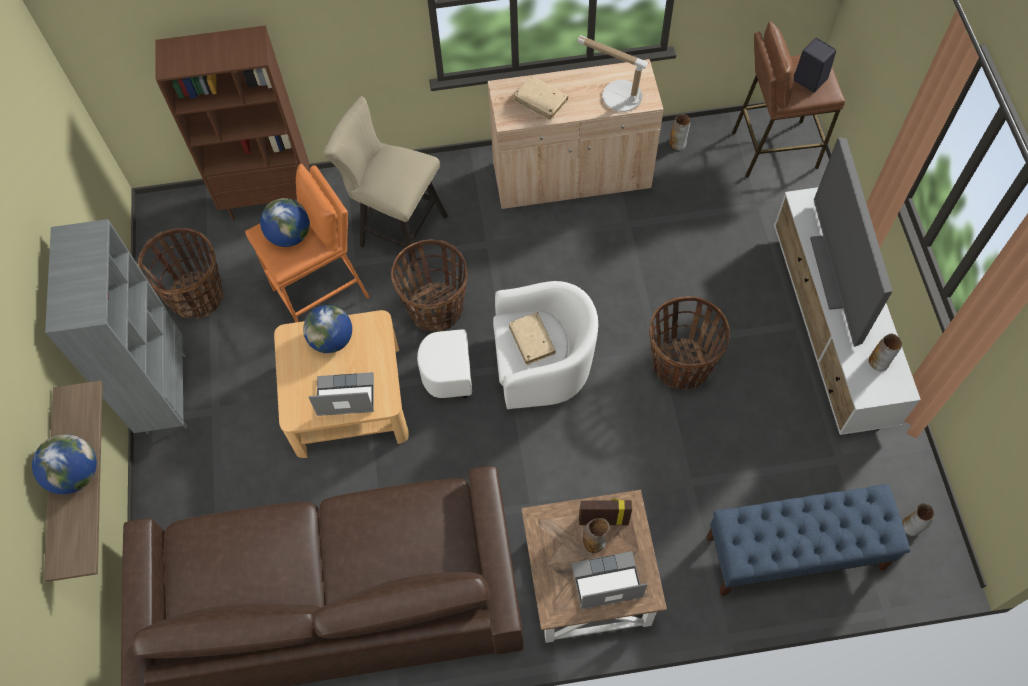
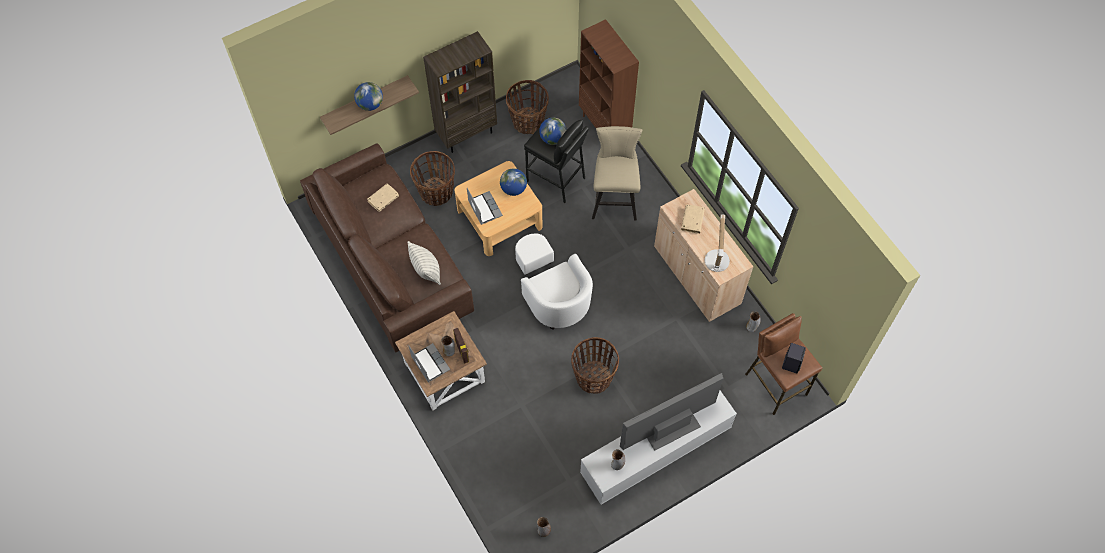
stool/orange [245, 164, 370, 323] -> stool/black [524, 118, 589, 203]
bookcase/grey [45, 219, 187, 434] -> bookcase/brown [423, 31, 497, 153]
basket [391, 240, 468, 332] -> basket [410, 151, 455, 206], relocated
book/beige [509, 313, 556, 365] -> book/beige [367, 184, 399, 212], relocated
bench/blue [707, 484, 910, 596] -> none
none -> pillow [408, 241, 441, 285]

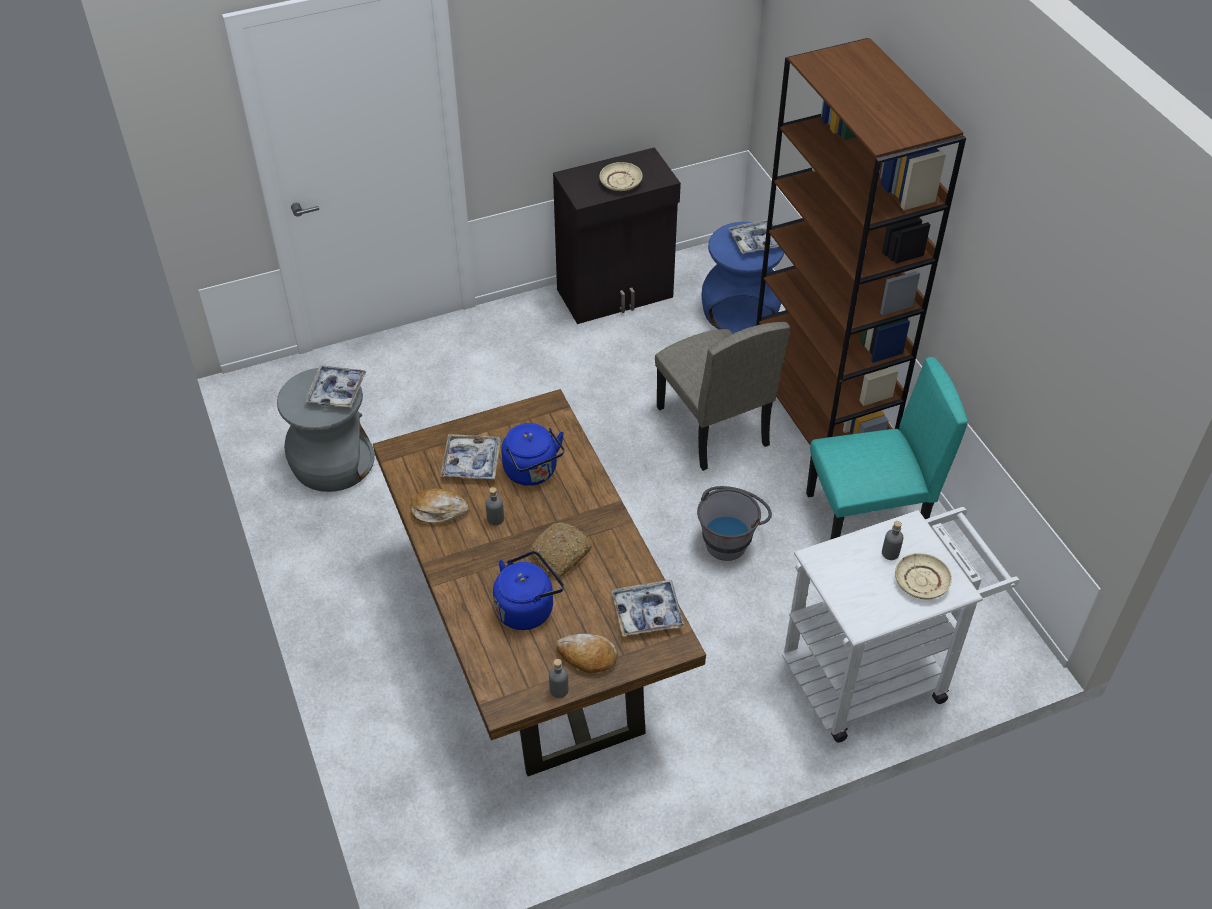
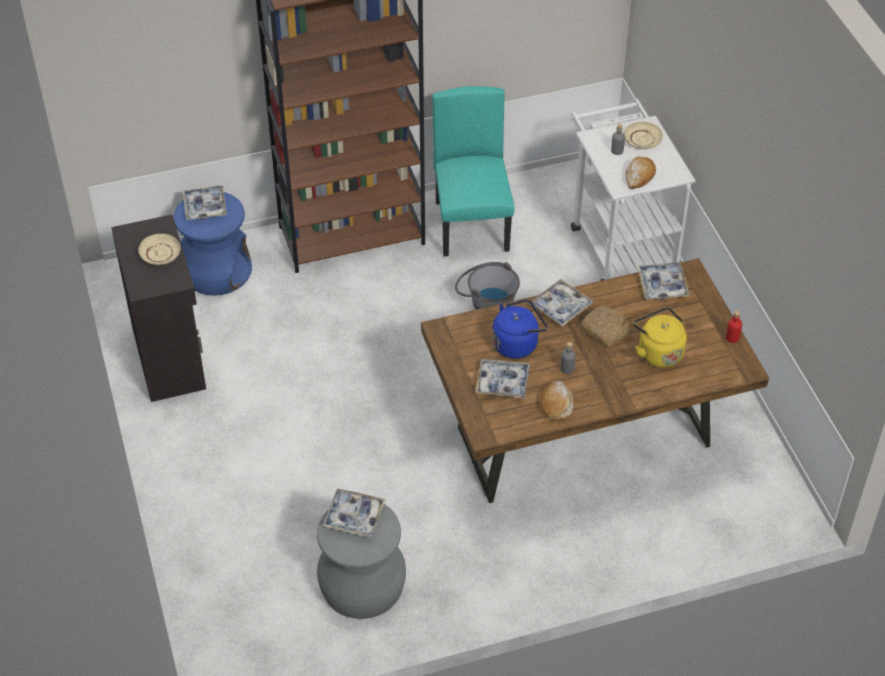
chair/beige [655, 322, 790, 471] -> none
kettle/blue [493, 551, 564, 630] -> kettle/yellow [633, 307, 687, 368]
bread [556, 634, 618, 673] -> bread [625, 157, 656, 189], relocated
bottle/grey [549, 659, 568, 698] -> bottle/red [726, 311, 742, 343]
none -> tray [531, 279, 593, 326]

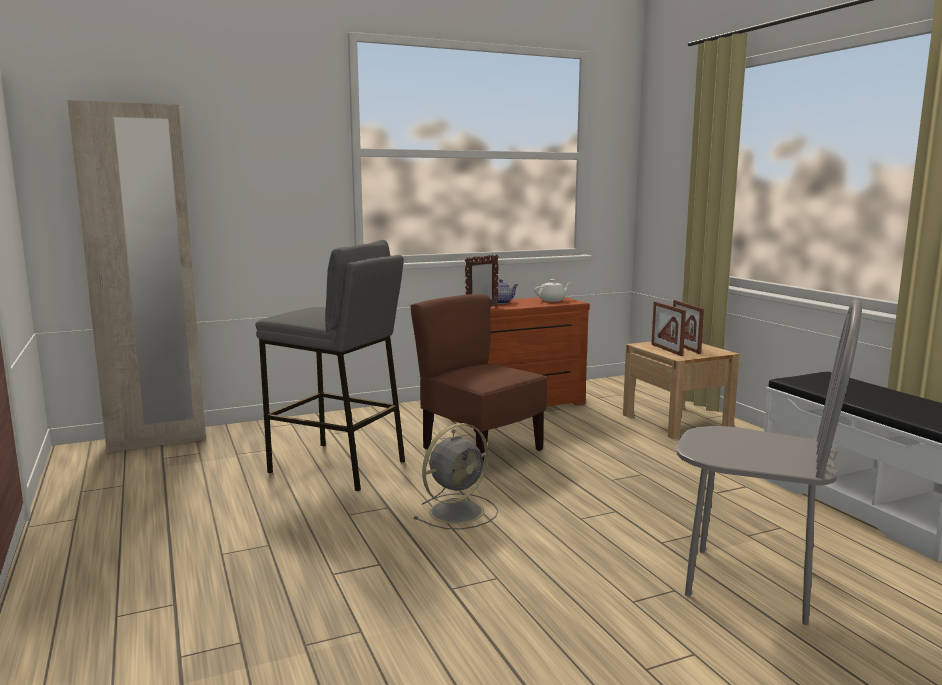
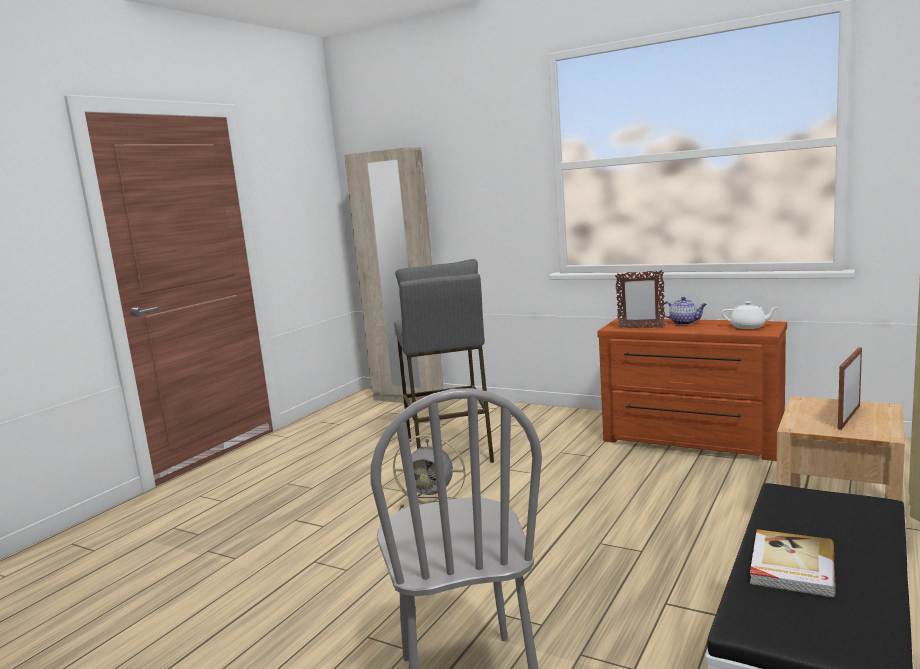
chair/brown [410, 294, 547, 463] -> none
picture frame [651, 301, 686, 356] -> none
none -> book [750, 529, 836, 598]

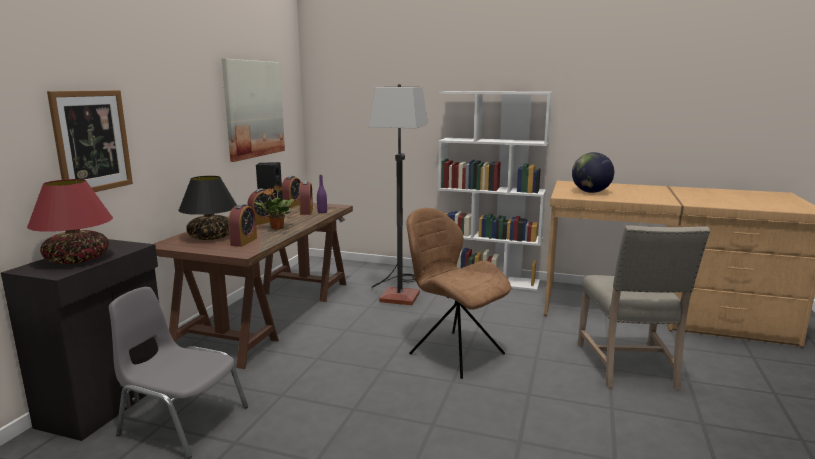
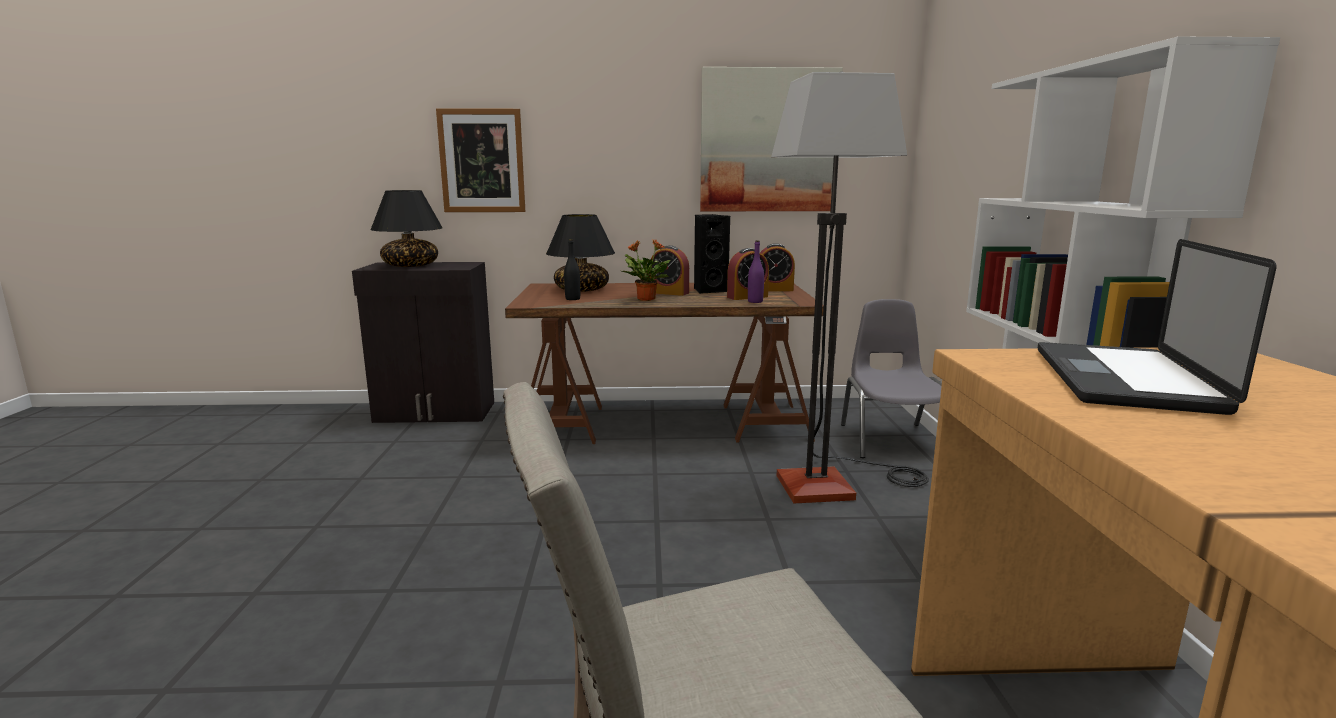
globe [572, 152, 614, 193] -> laptop [1038, 239, 1277, 415]
table lamp/red [27, 179, 113, 264] -> table lamp/black [370, 190, 443, 267]
alarm clock [228, 204, 257, 247] -> bottle/black [564, 239, 580, 300]
chair/brown [406, 208, 511, 379] -> none
chair/grey [109, 287, 248, 459] -> chair/grey [841, 299, 942, 458], relocated

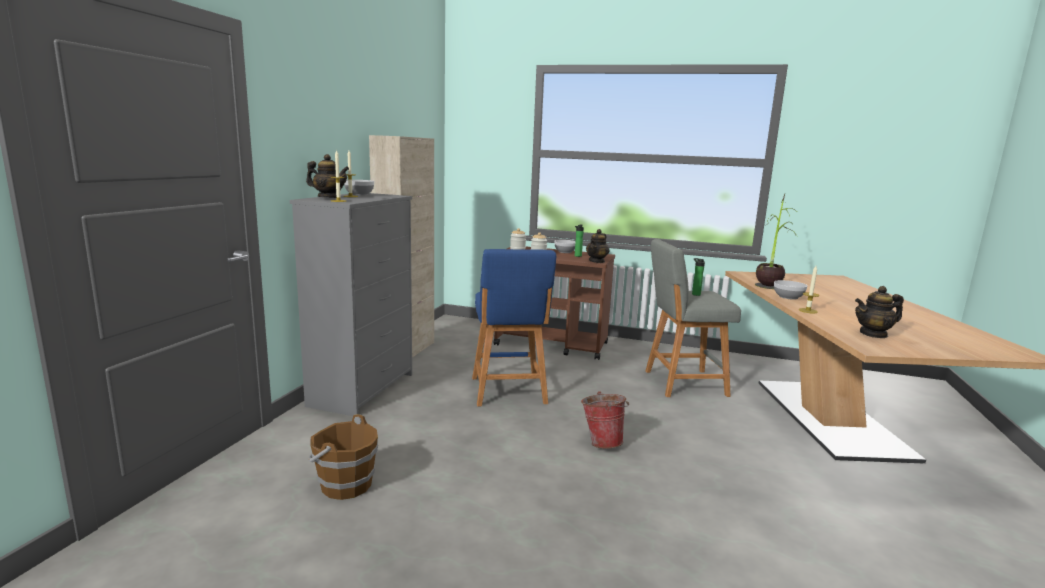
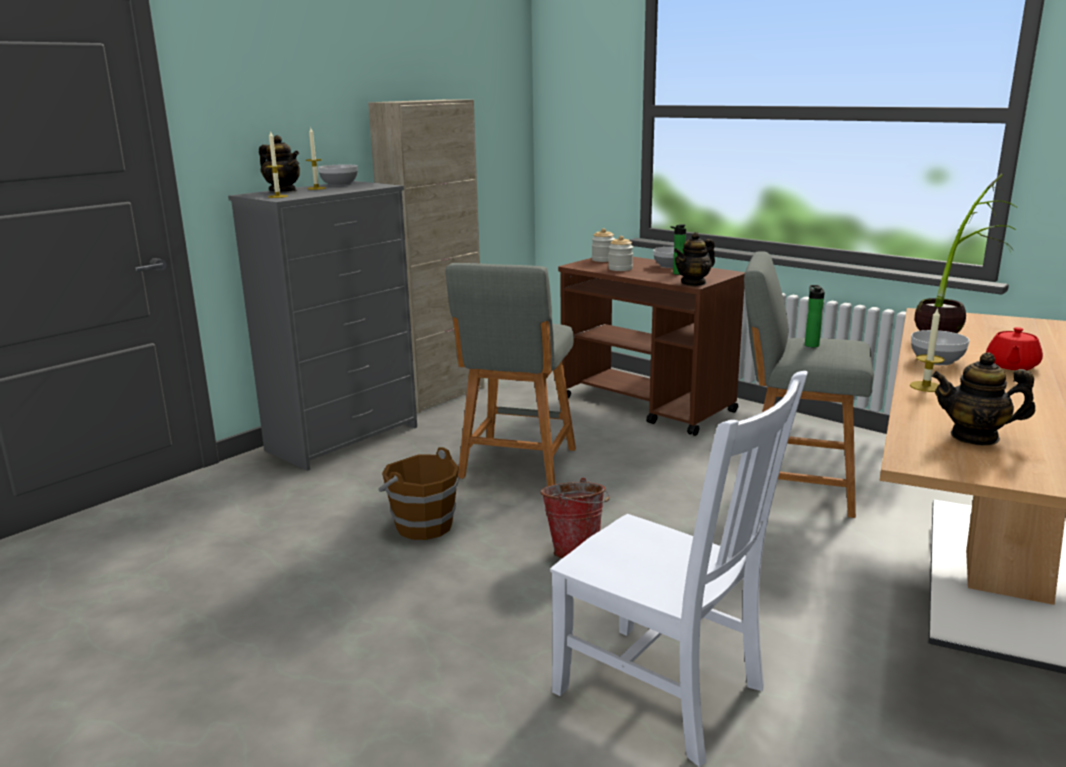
stool/blue [472, 249, 556, 406] -> stool/grey [445, 263, 576, 487]
bucket/brown [308, 414, 378, 500] -> bucket/brown [378, 447, 459, 540], relocated
none -> teapot/red [986, 327, 1043, 370]
none -> chair/white [550, 371, 808, 767]

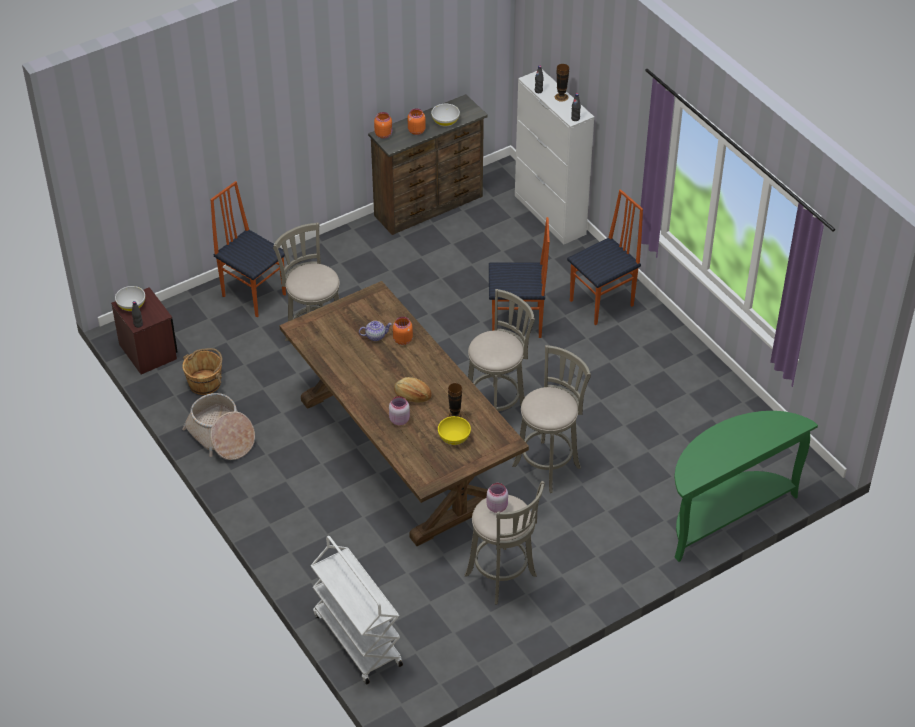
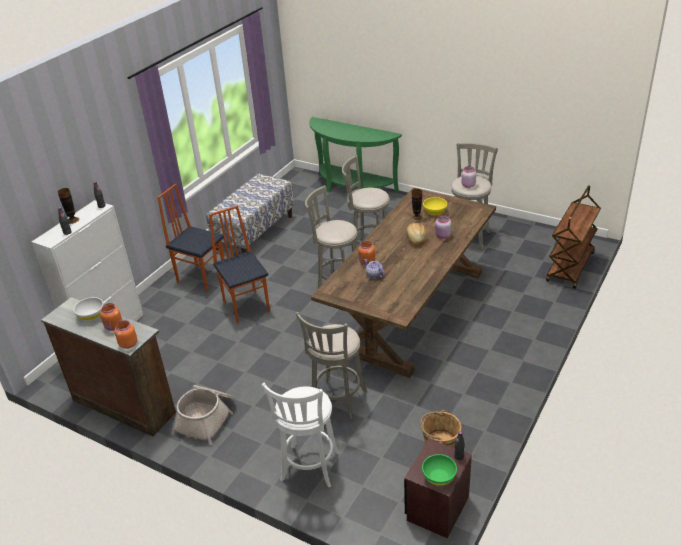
chair [210, 181, 286, 317] -> stool/white [262, 383, 340, 487]
bowl/white [115, 286, 145, 311] -> bowl/green [422, 454, 457, 486]
basket [182, 393, 255, 460] -> basket [171, 385, 235, 446], relocated
cart/white [311, 536, 403, 684] -> cart/brown [546, 185, 601, 289]
none -> bench [206, 173, 294, 253]

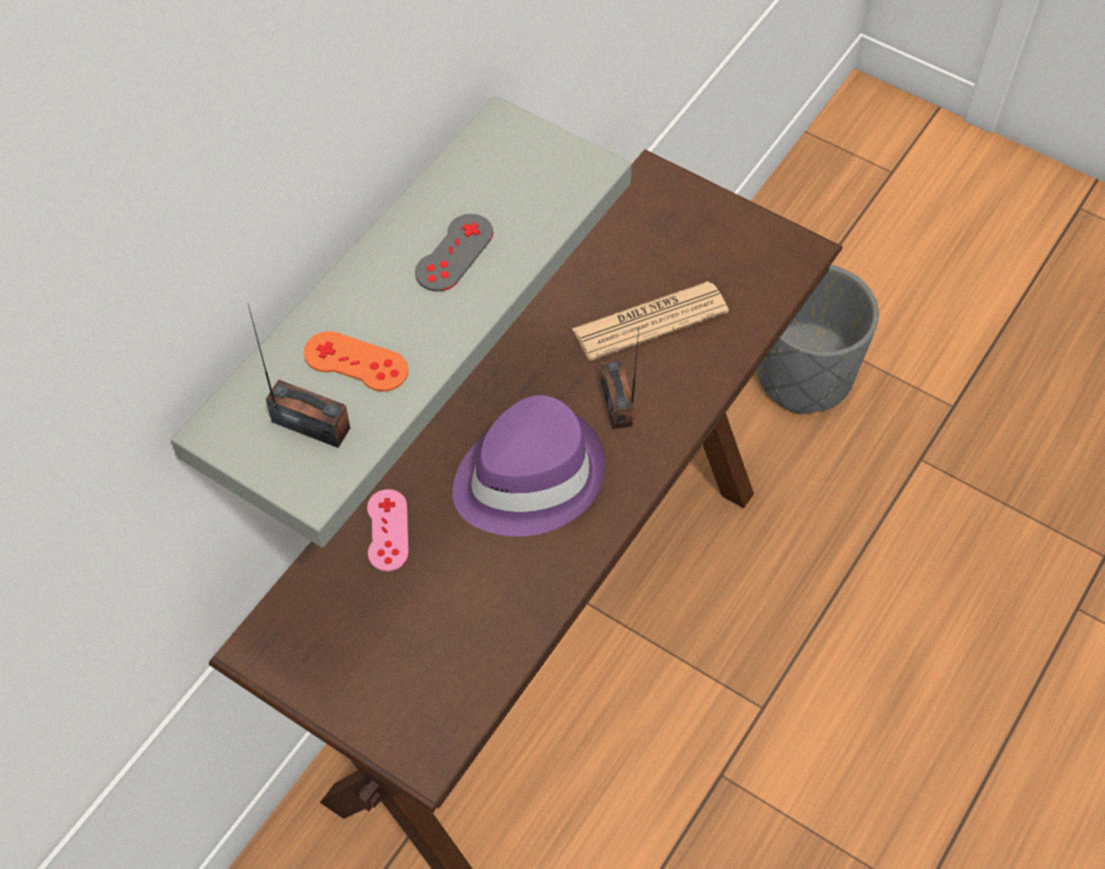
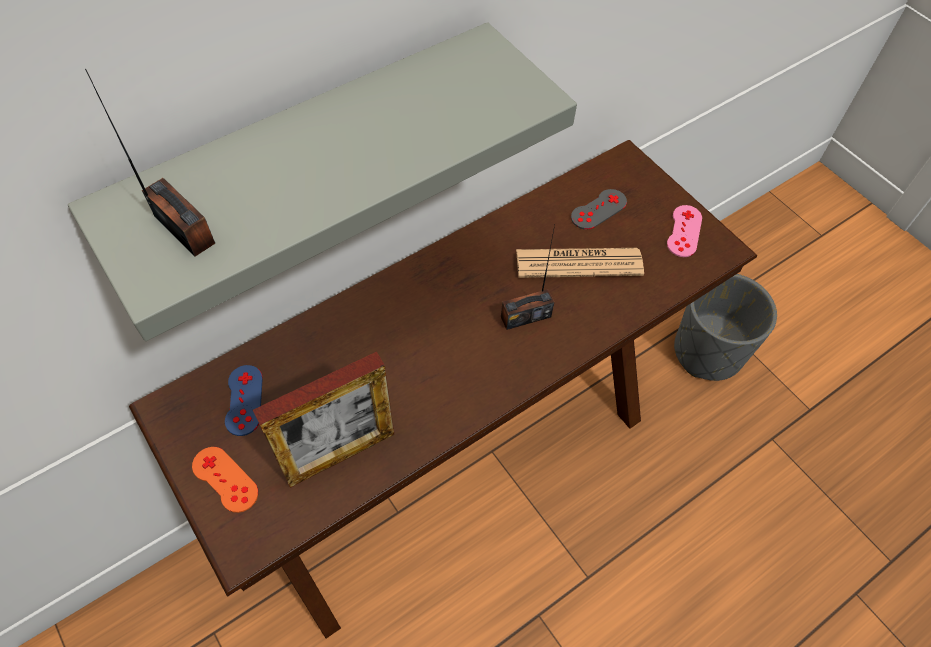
game controller/grey [415, 214, 493, 292] -> game controller/grey [571, 189, 627, 230], relocated
radio [601, 329, 639, 429] -> radio [501, 225, 555, 330], 120 degrees counterclockwise
game controller/orange [304, 331, 408, 392] -> game controller/orange [192, 447, 258, 513], relocated
hat/purple [452, 395, 605, 536] -> none
game controller/pink [367, 489, 409, 572] -> game controller/pink [667, 205, 702, 257], relocated
none -> picture frame [253, 352, 394, 488]
none -> game controller/blue [225, 365, 263, 436]

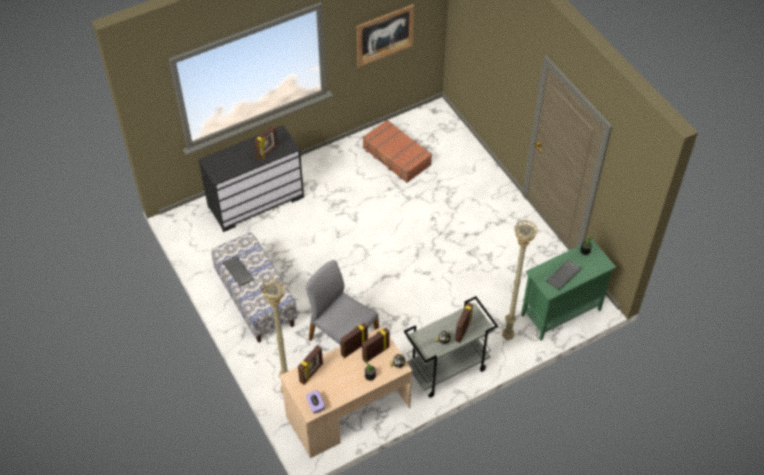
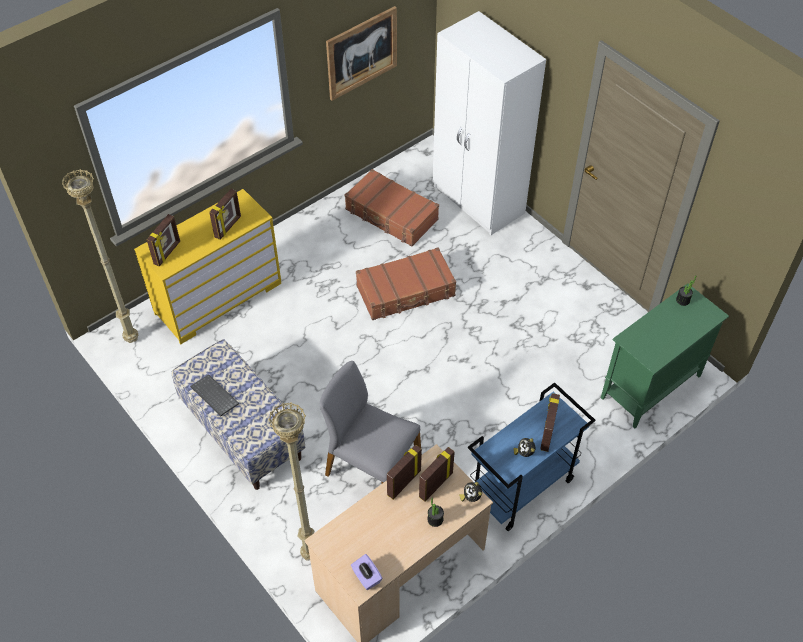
dresser/black [198, 125, 304, 232] -> dresser/yellow [134, 189, 281, 344]
floor lamp/beige [502, 220, 538, 340] -> floor lamp/beige [62, 169, 138, 343], relocated
keyboard [546, 260, 582, 290] -> none
cart/grey [404, 296, 498, 398] -> cart/blue [468, 382, 595, 531]
picture frame [298, 345, 323, 385] -> picture frame [147, 214, 180, 267], relocated
none -> wardrobe/white [433, 11, 546, 235]
none -> suitcase/brown [356, 247, 456, 320]

